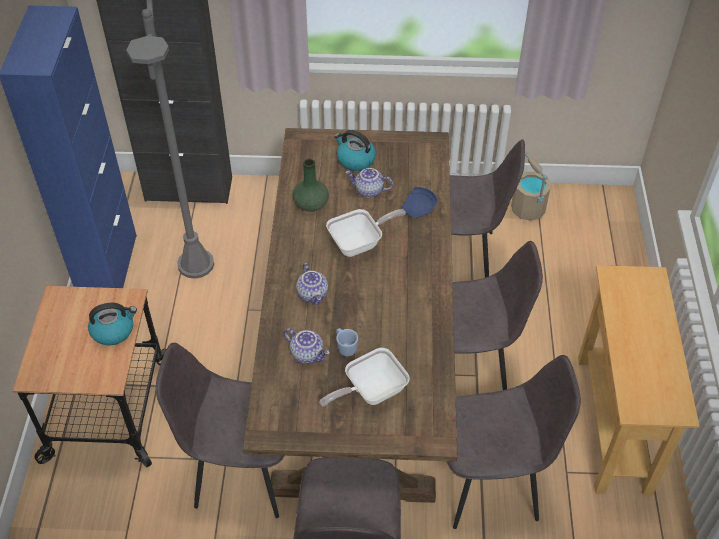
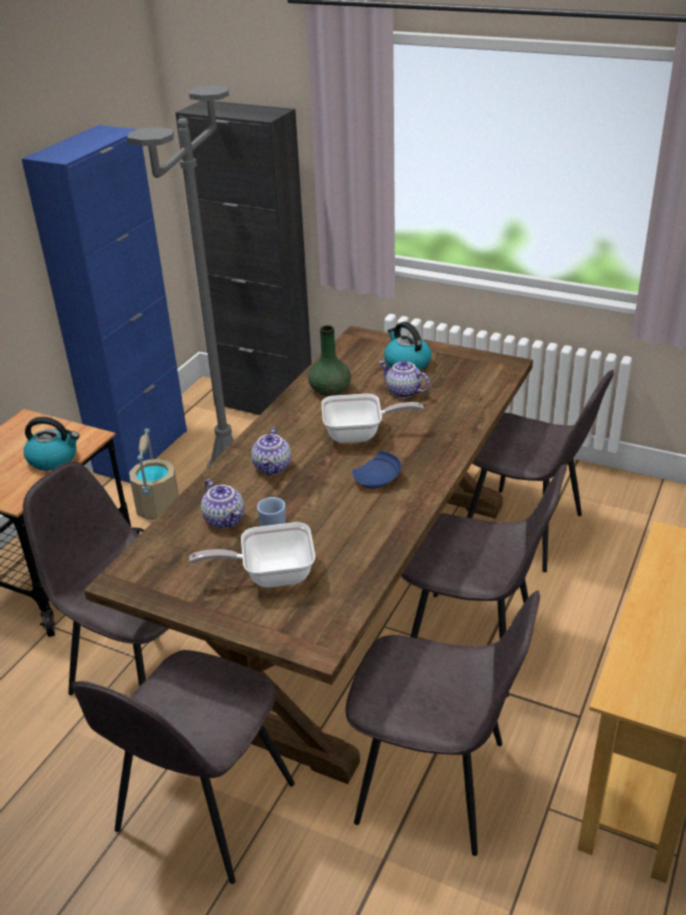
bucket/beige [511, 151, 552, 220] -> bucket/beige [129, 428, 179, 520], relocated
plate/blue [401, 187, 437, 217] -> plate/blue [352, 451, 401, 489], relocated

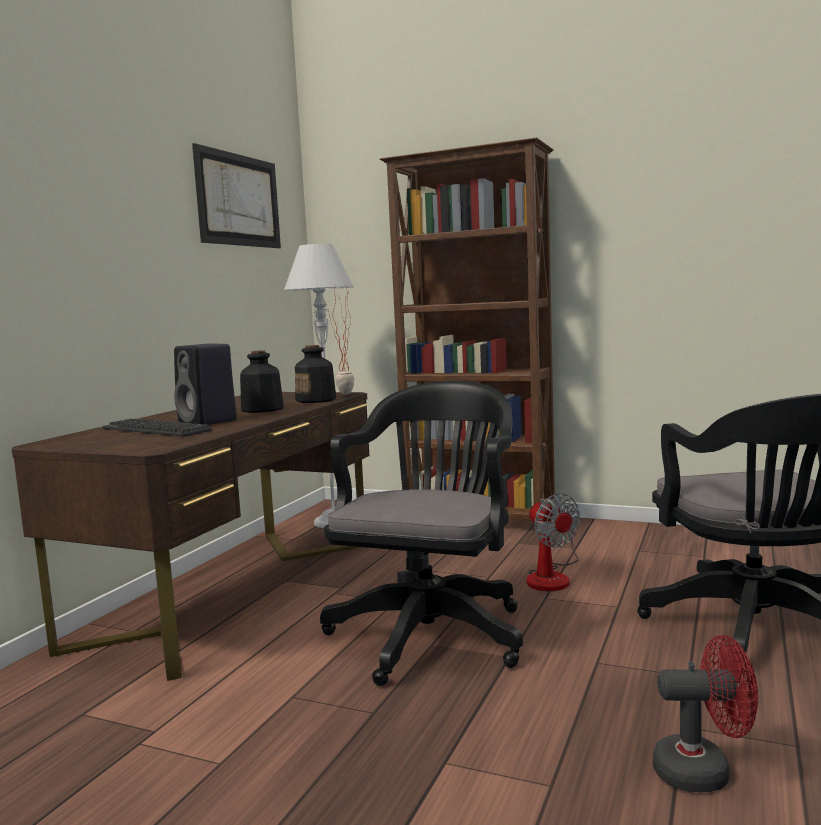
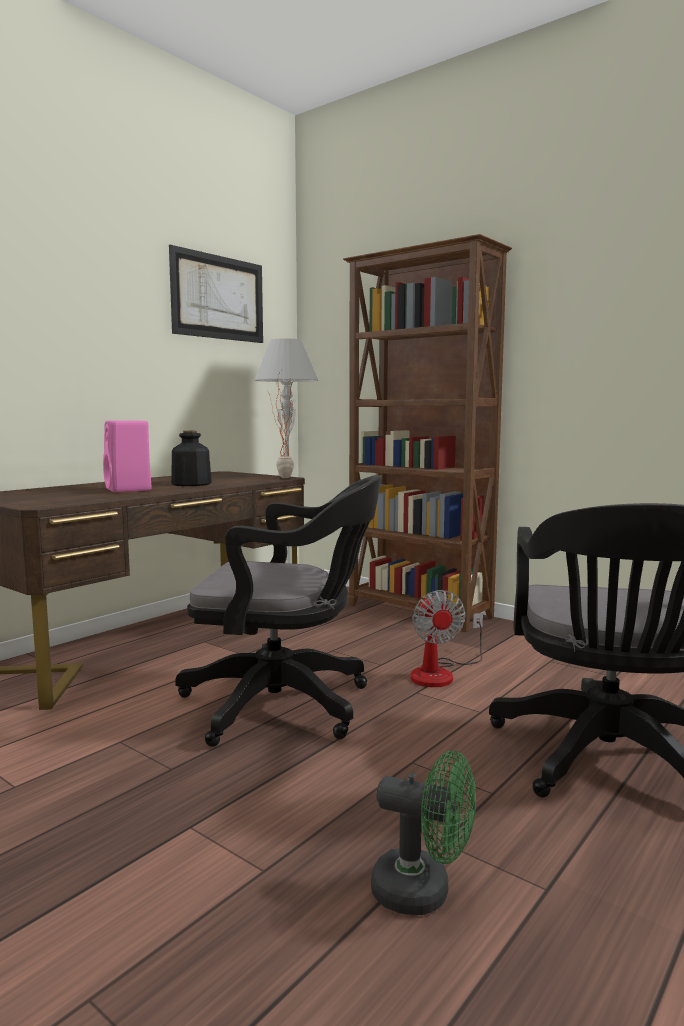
speaker/black [174, 344, 237, 425] -> speaker/pink [103, 420, 151, 492]
bottle [295, 345, 336, 403] -> none
office chair/black [320, 381, 523, 686] -> office chair/black [175, 475, 382, 747], 60 degrees clockwise
keyboard [103, 419, 212, 436] -> none
fan/red [653, 635, 758, 792] -> fan/green [371, 751, 476, 915]

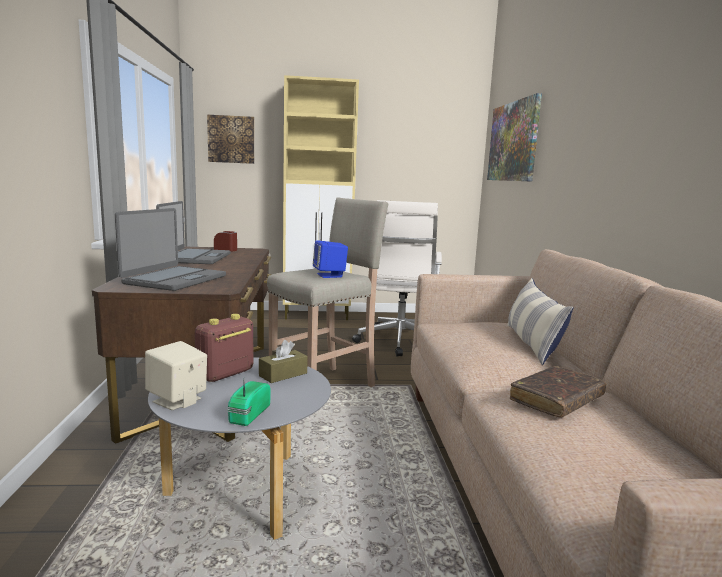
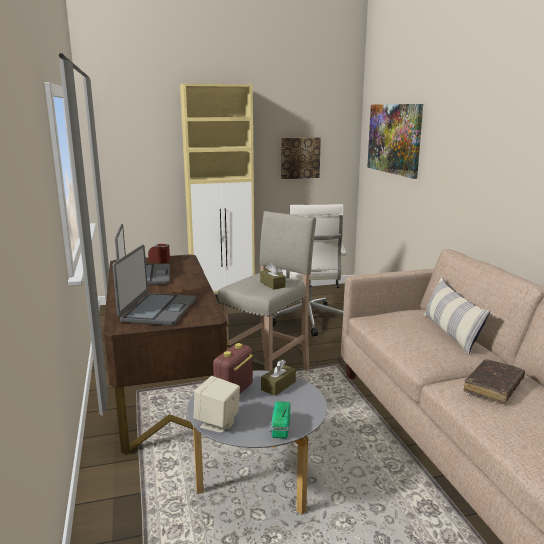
picture [207, 115, 254, 164] -> picture [281, 137, 321, 179], relocated
speaker/blue [313, 240, 348, 278] -> tissue box/brown [260, 263, 286, 290]

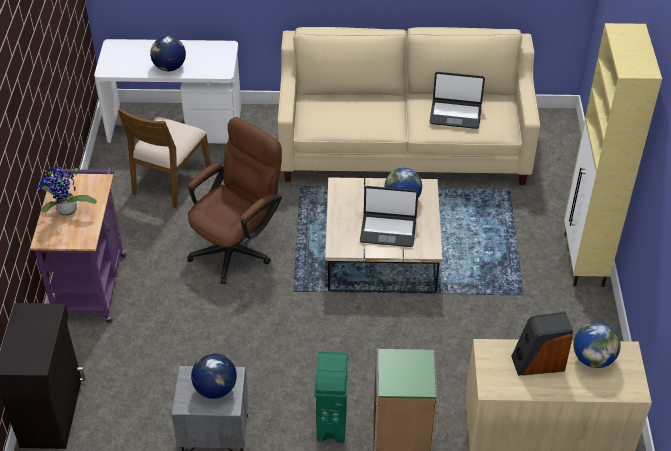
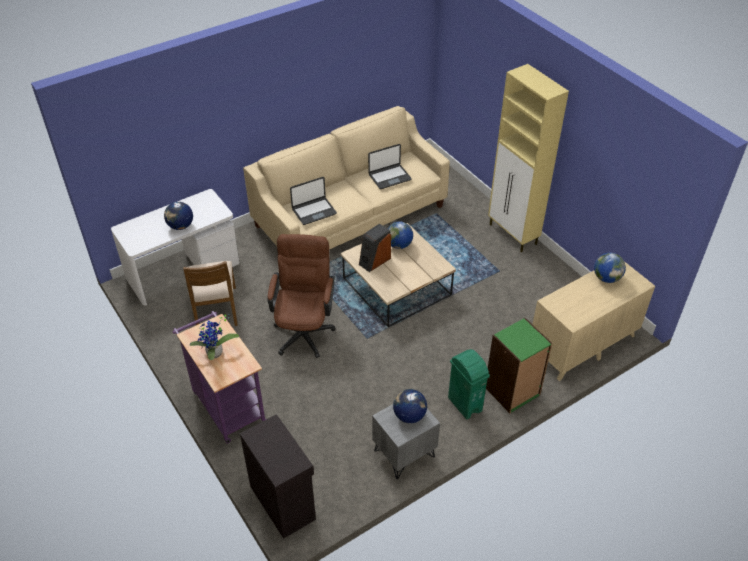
laptop [360, 186, 418, 247] -> laptop [290, 177, 337, 225], relocated
speaker [511, 312, 573, 376] -> speaker [359, 224, 391, 272], relocated

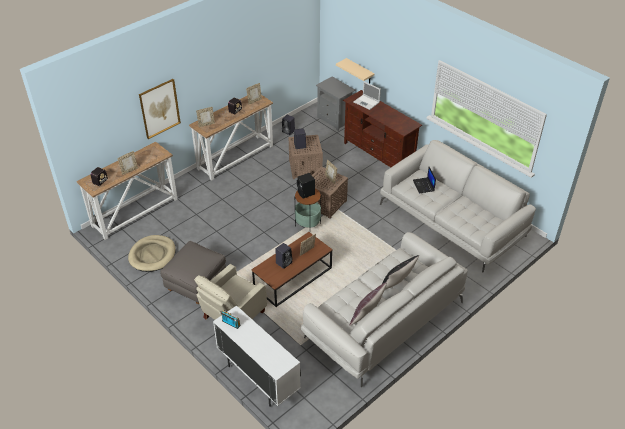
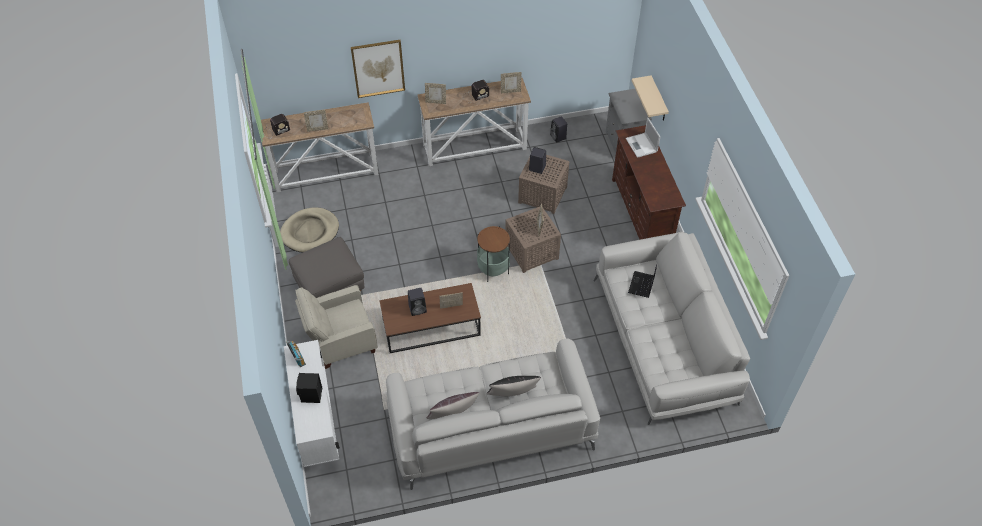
speaker/black [297, 173, 315, 199] -> speaker/black [296, 373, 322, 403], relocated

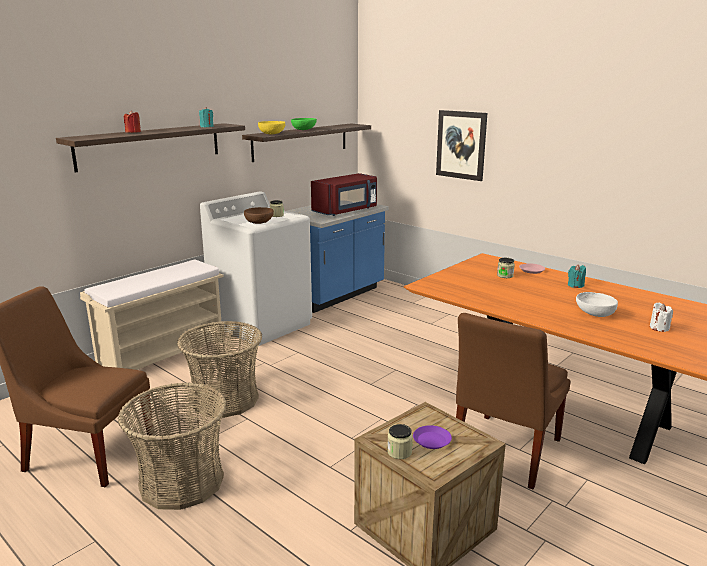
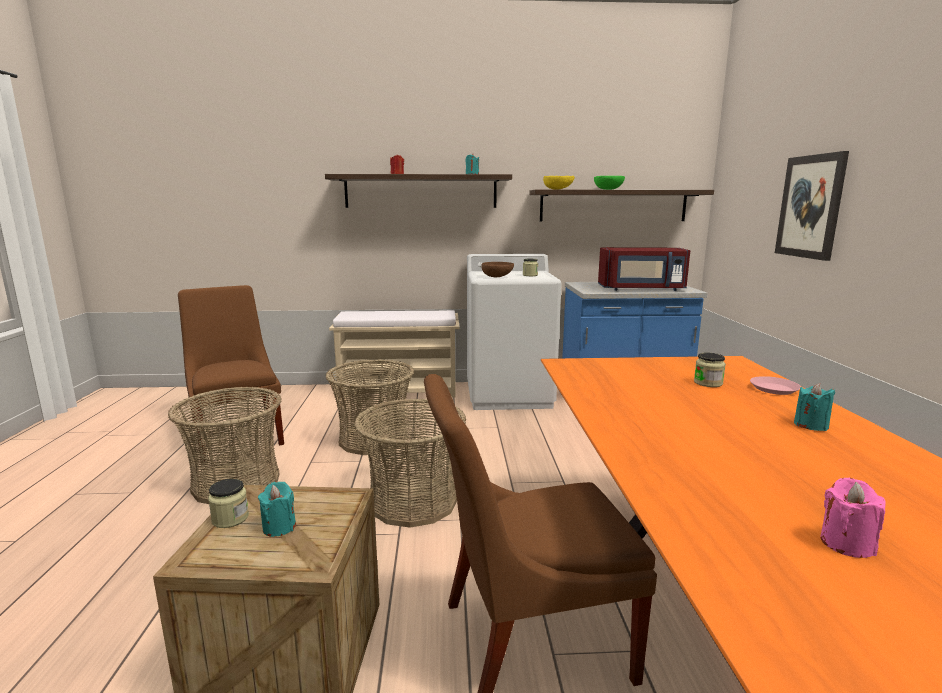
bowl/white [576, 292, 618, 317] -> none
candle/white [650, 303, 673, 332] -> candle/pink [820, 478, 886, 558]
plate/purple [413, 425, 452, 449] -> candle/turquoise [258, 481, 296, 537]
none -> basket [354, 399, 466, 528]

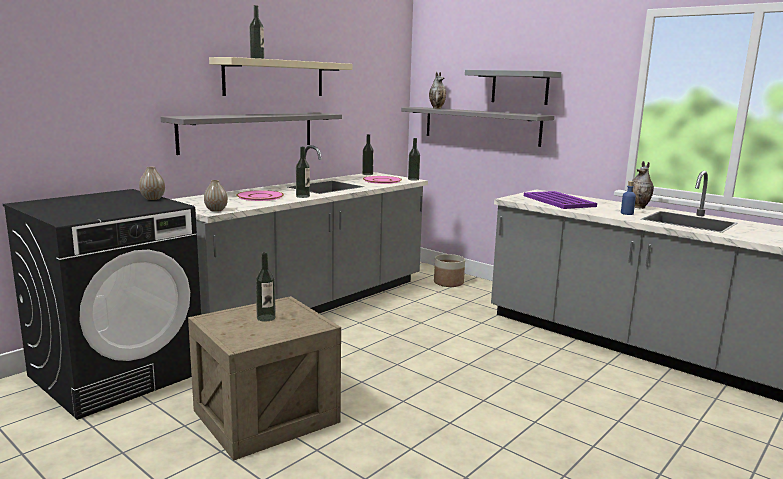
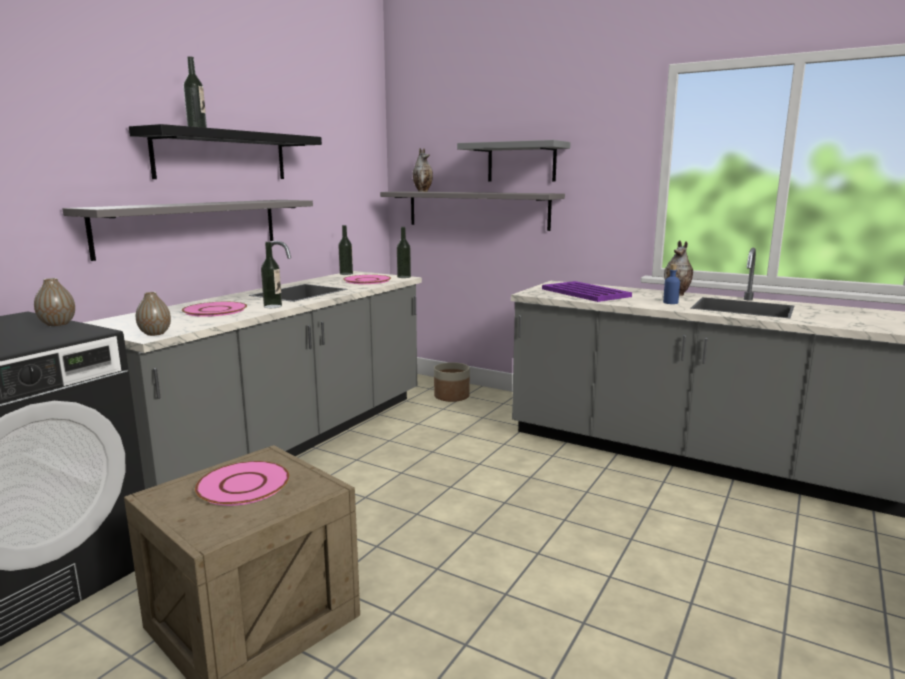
shelf/beige [209, 57, 353, 96] -> shelf/black [129, 124, 322, 179]
bottle [256, 252, 276, 322] -> plate/pink [195, 461, 289, 506]

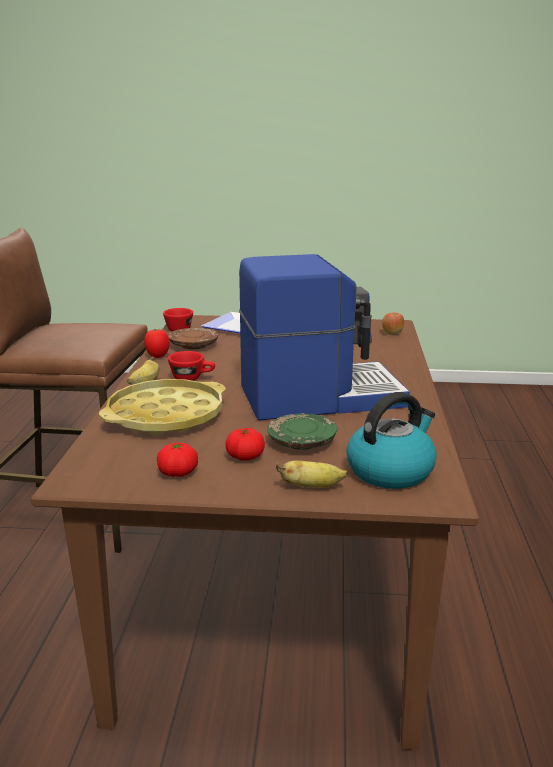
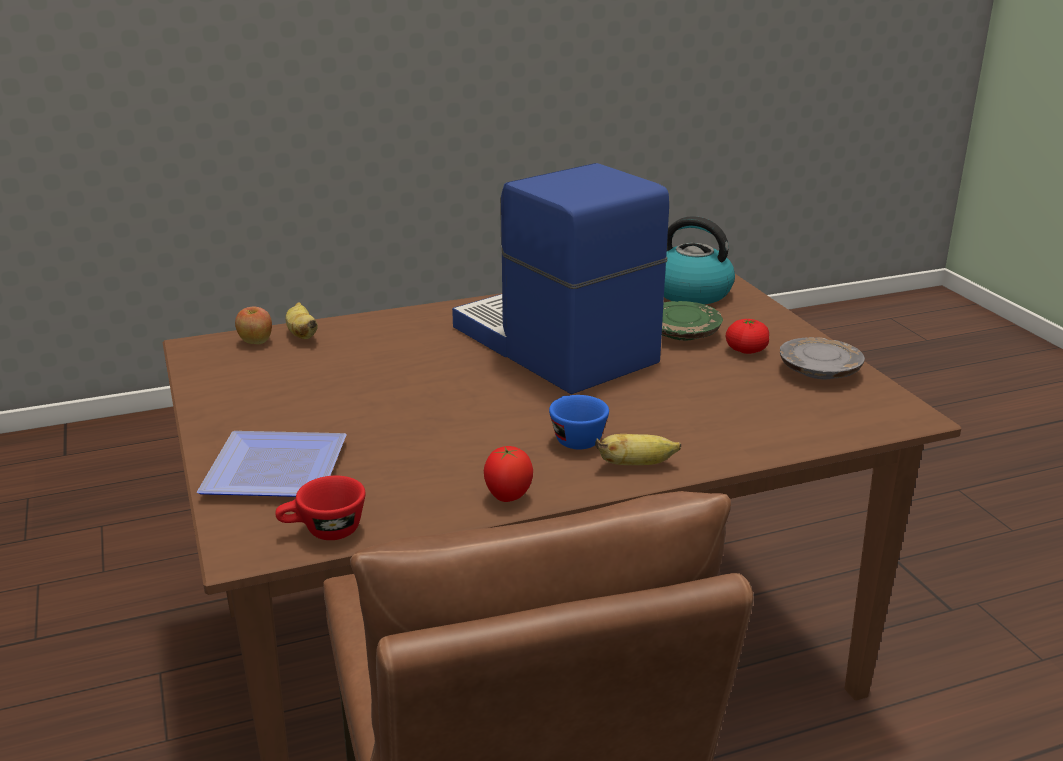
plate/brown [168, 328, 218, 349] -> none
cup/red [168, 351, 215, 381] -> cup/blue [549, 395, 609, 449]
tray/yellow [99, 379, 226, 435] -> none
tomato [157, 443, 198, 477] -> plate/grey [780, 337, 865, 380]
banana [276, 460, 348, 488] -> banana [286, 302, 318, 339], relocated

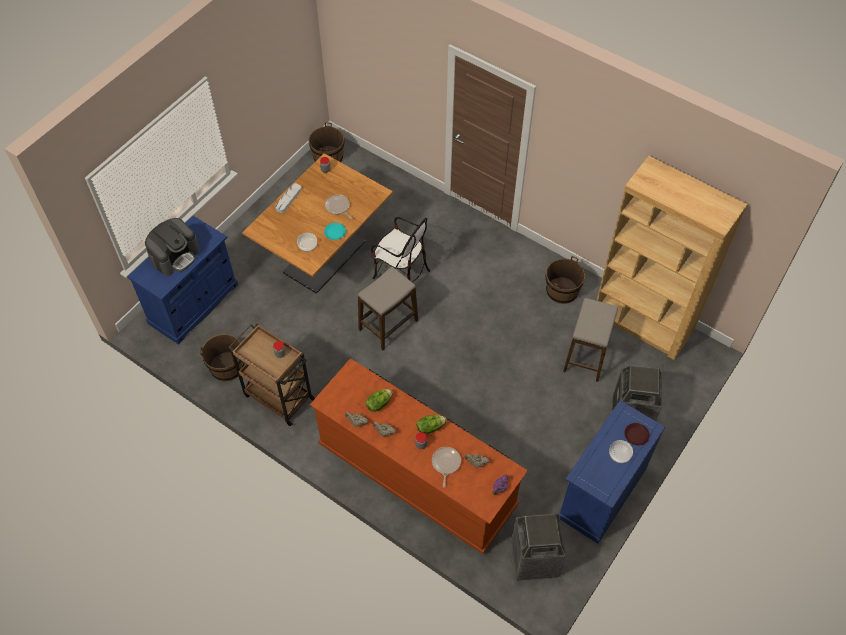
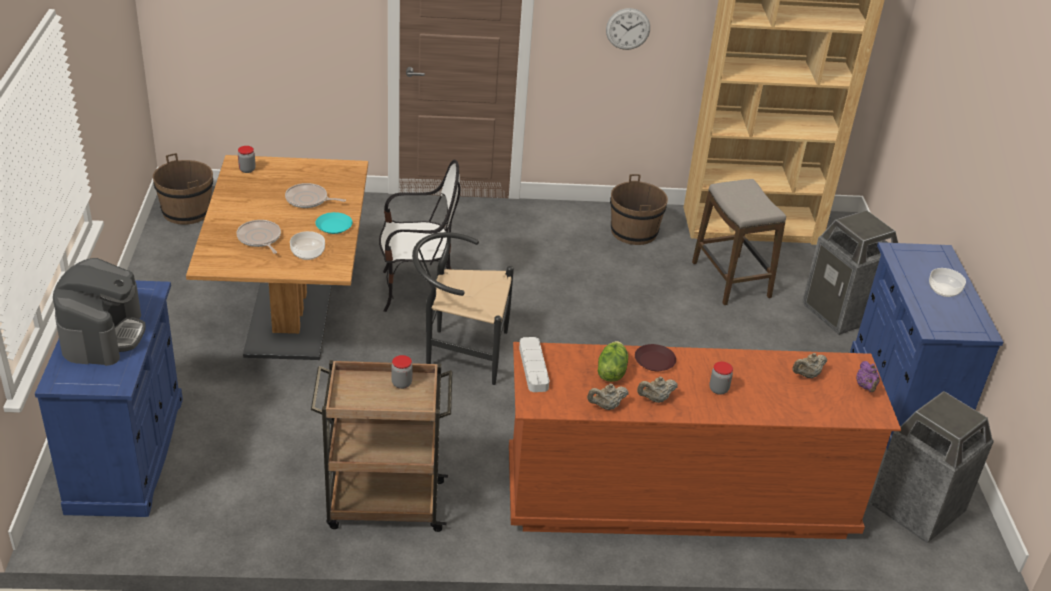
tray/grey [275, 183, 302, 213] -> tray/grey [519, 337, 549, 392], relocated
stool [358, 267, 418, 350] -> chair/black [412, 232, 514, 385]
bucket/brown [200, 334, 244, 381] -> none
lettuce [417, 415, 447, 434] -> none
plate/brown [624, 423, 650, 446] -> plate/brown [635, 344, 676, 371], relocated
frying pan [432, 447, 461, 487] -> frying pan [236, 220, 281, 254], relocated
none -> wall clock [606, 8, 650, 50]

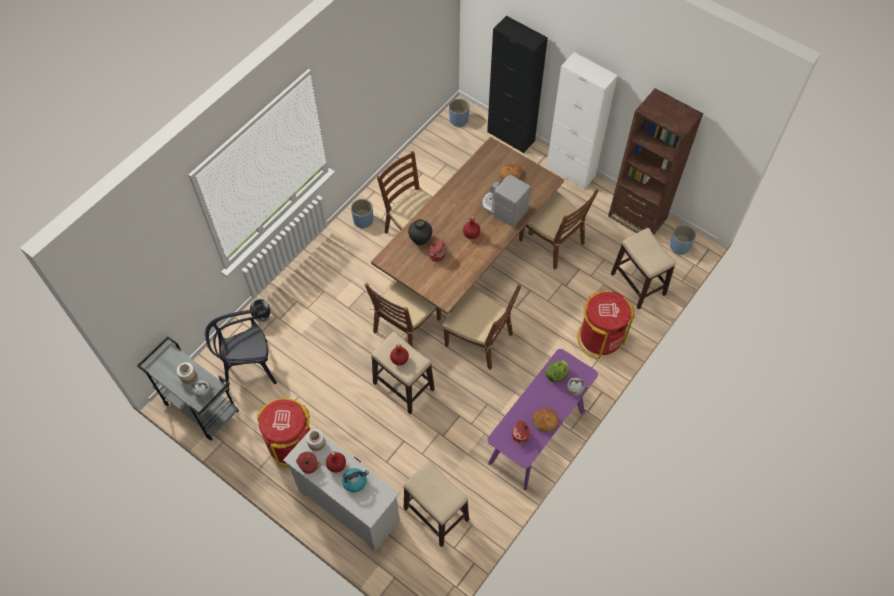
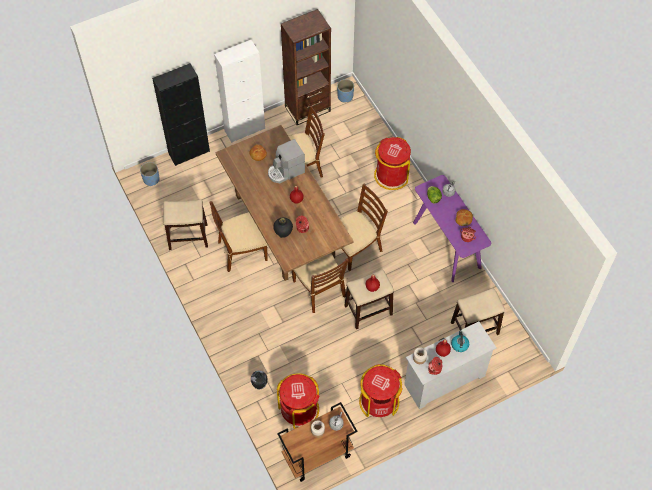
planter/blue [351, 199, 373, 229] -> none
stool [611, 228, 676, 310] -> stool [163, 199, 208, 250], relocated
chair/black [205, 310, 277, 392] -> trash can/red [277, 373, 319, 429]
cart/grey [137, 336, 239, 441] -> cart/brown [277, 402, 358, 482]

